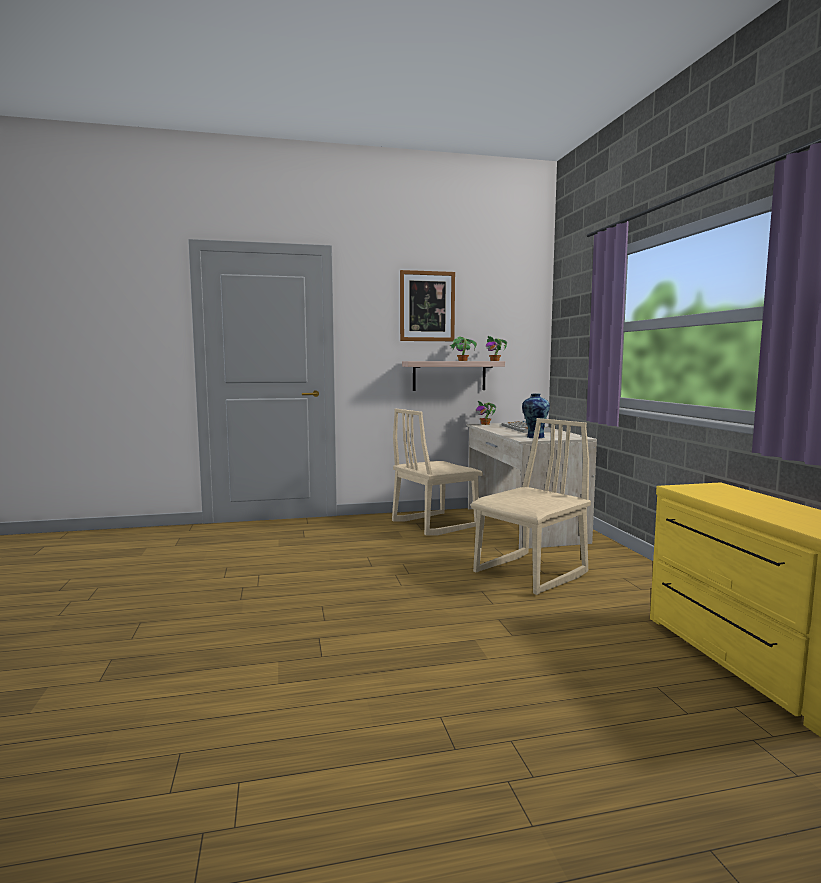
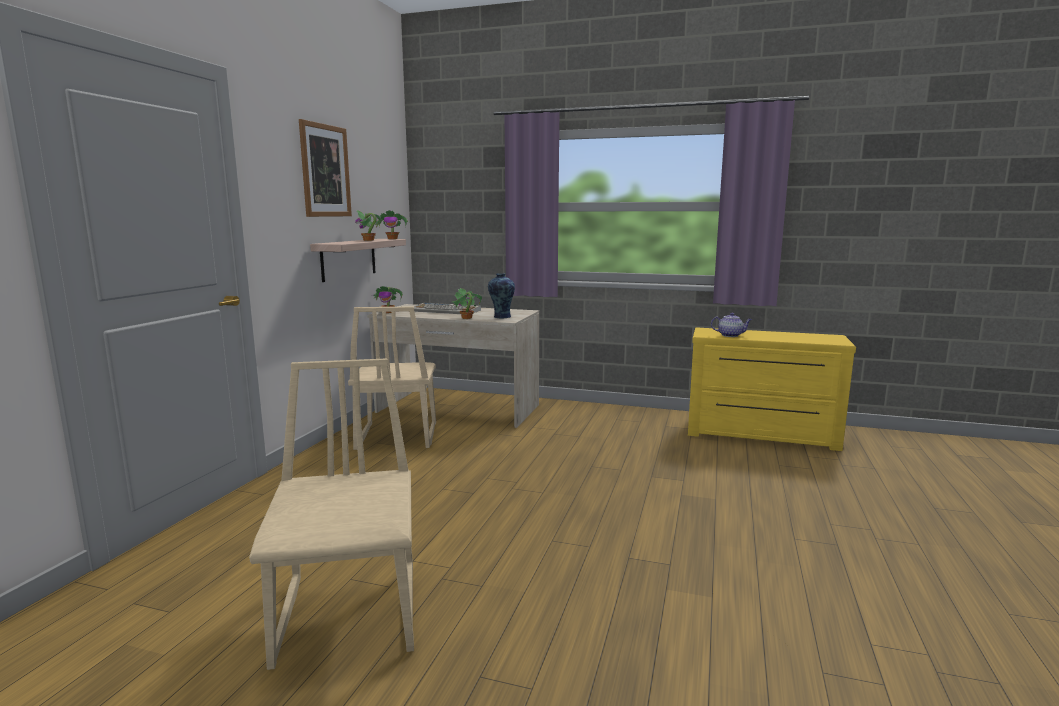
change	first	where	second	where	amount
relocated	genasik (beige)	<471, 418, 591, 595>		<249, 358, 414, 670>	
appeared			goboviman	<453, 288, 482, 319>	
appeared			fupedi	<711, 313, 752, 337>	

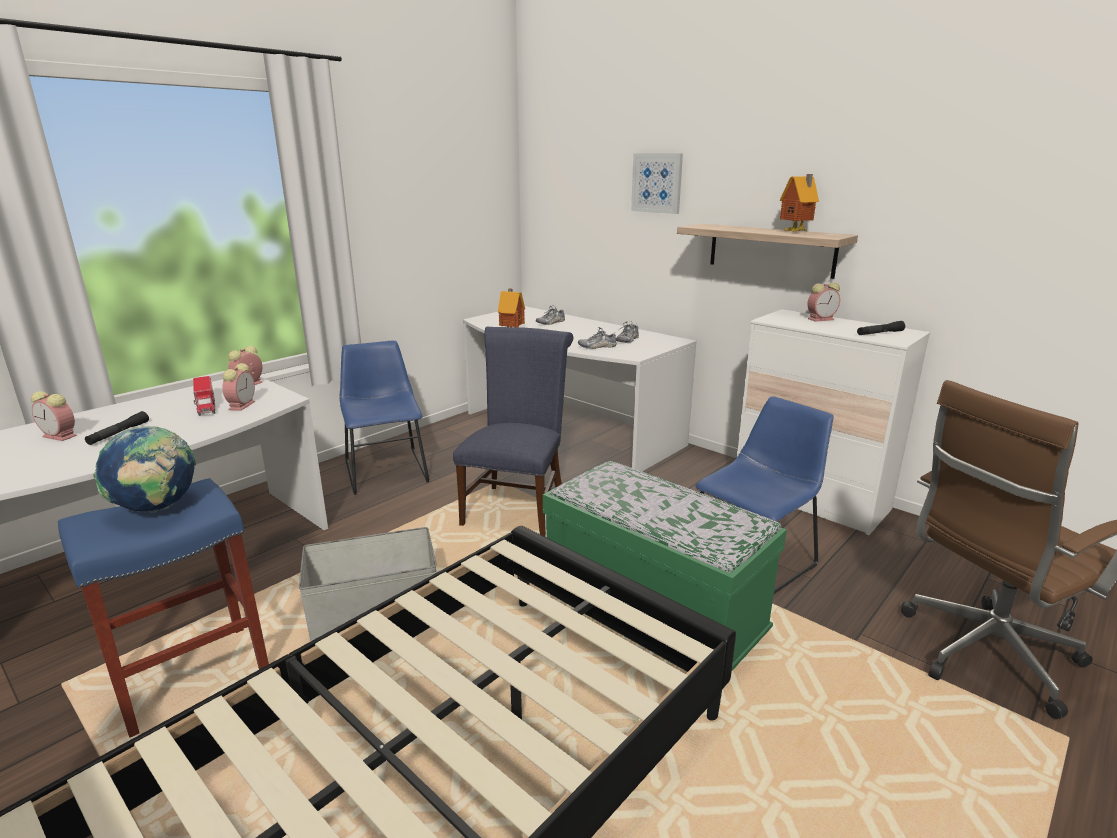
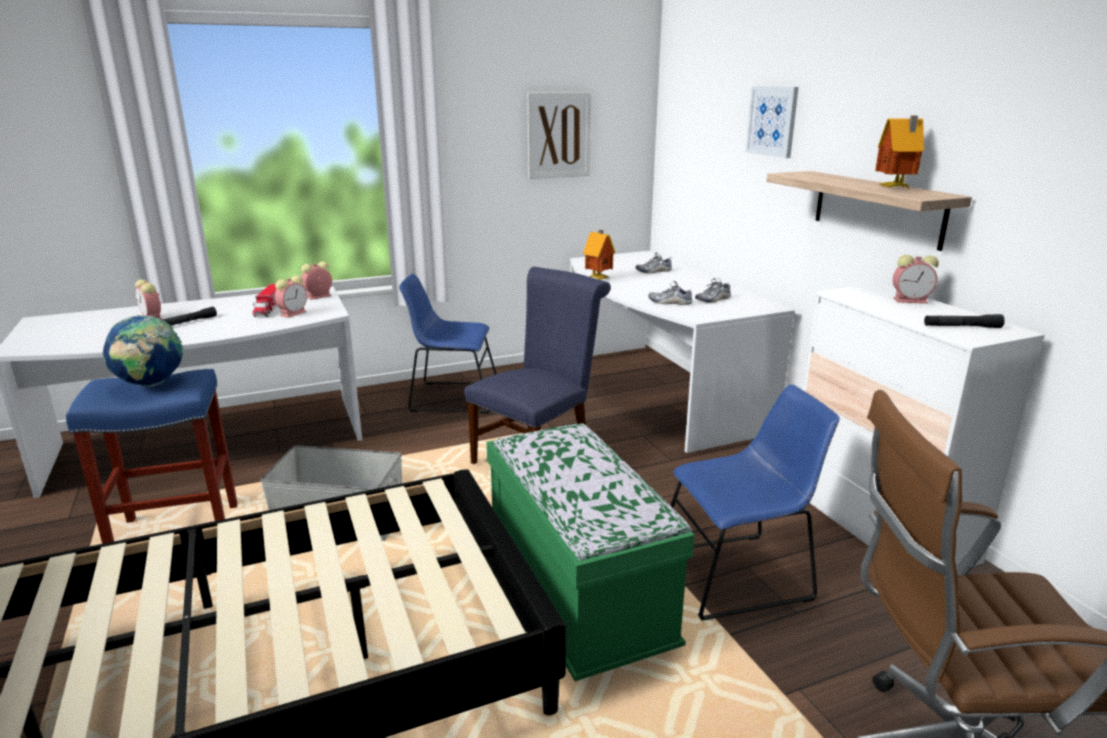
change	first	where	second	where	amount
spun	genasik (blue)	<340, 340, 429, 495>		<399, 274, 496, 414>	90 degrees counterclockwise
appeared			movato	<527, 92, 591, 179>	

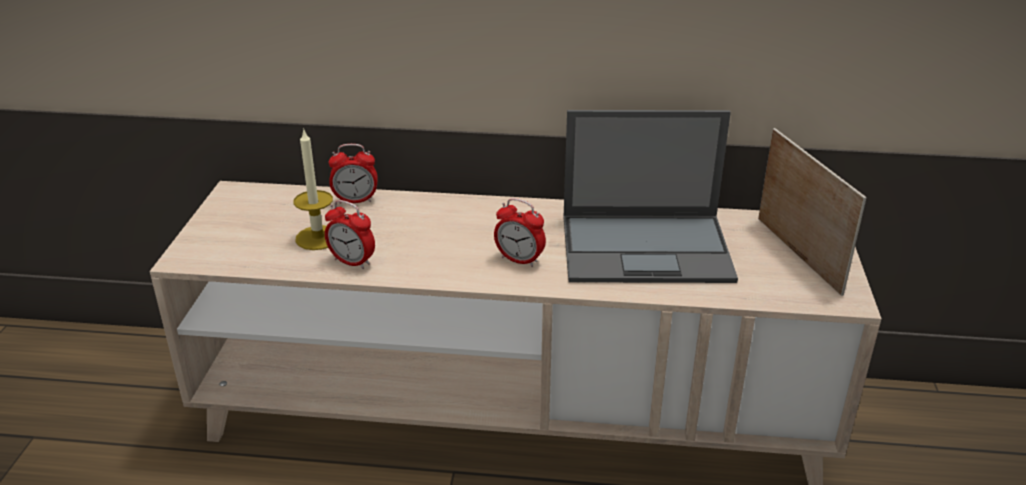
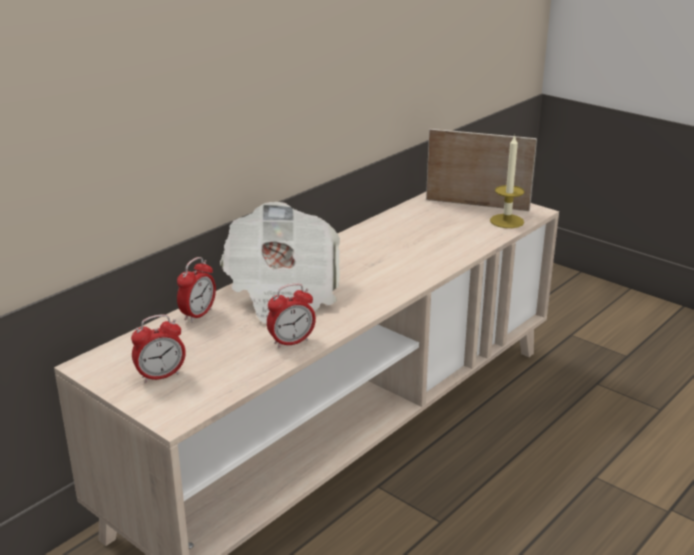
change	first	where	second	where	amount
relocated	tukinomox	<494, 198, 546, 267>		<131, 314, 186, 383>	
appeared			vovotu	<220, 202, 340, 324>	
relocated	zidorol	<293, 128, 333, 250>		<490, 135, 524, 228>	
missing	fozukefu	<563, 110, 738, 283>			

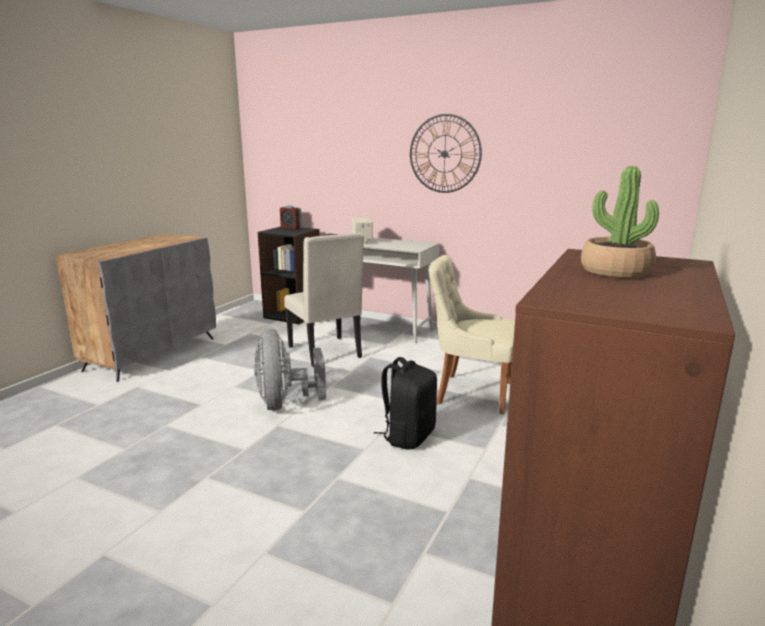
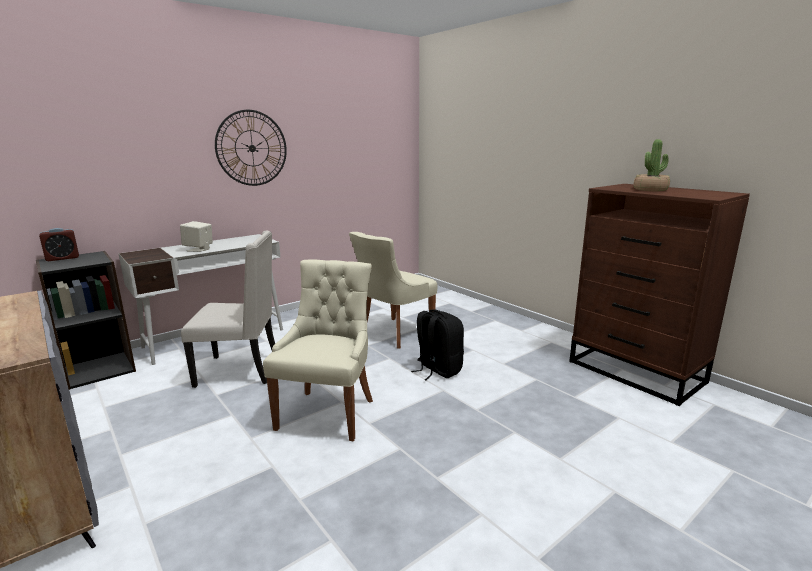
change	first	where	second	where	amount
exchanged	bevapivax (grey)	<254, 329, 326, 410>	genasik (beige)	<263, 260, 373, 441>	

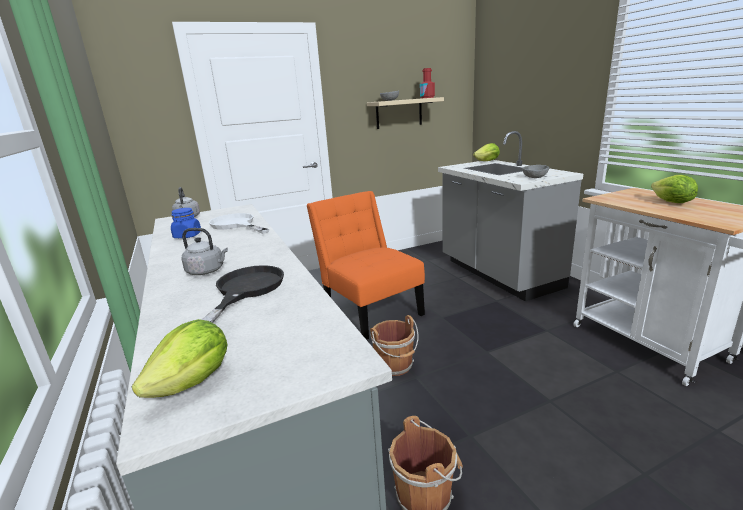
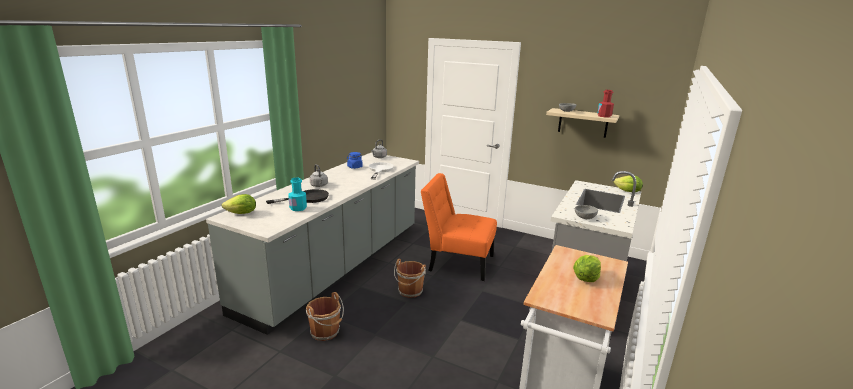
change	first	where	second	where	amount
appeared			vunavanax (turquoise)	<288, 177, 307, 211>	
spun	genasik (orange)	<306, 191, 425, 340>		<421, 173, 497, 281>	90 degrees counterclockwise

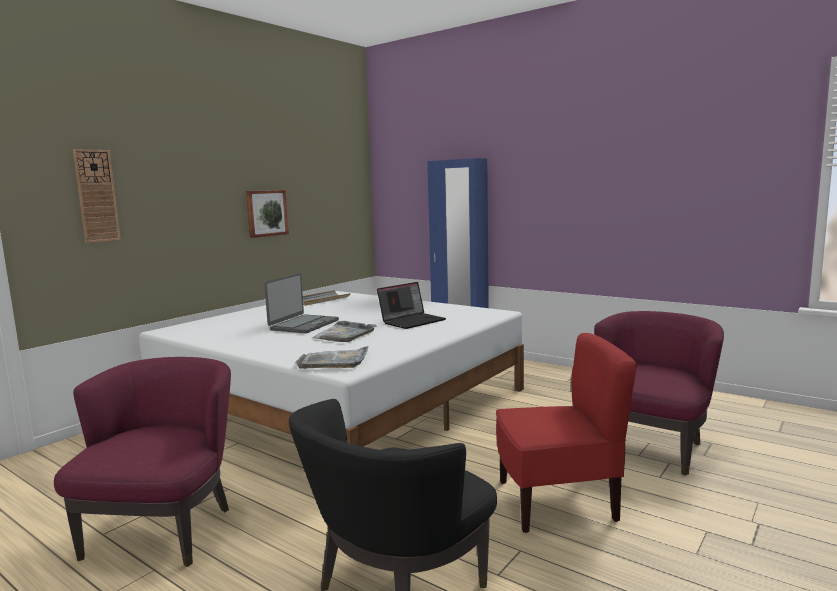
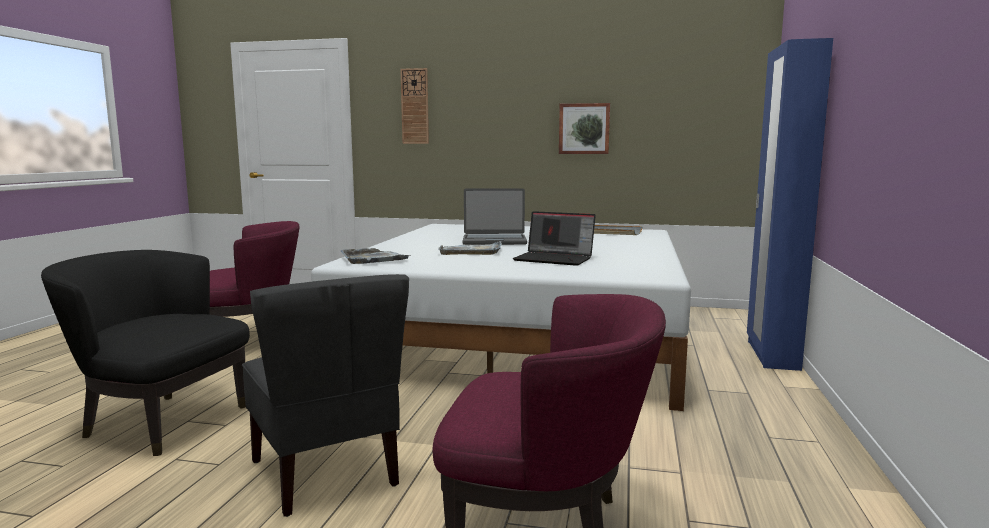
change	first	where	second	where	amount
colour	genasik (red)	<496, 333, 637, 533>	genasik (grey)	<242, 274, 409, 517>	

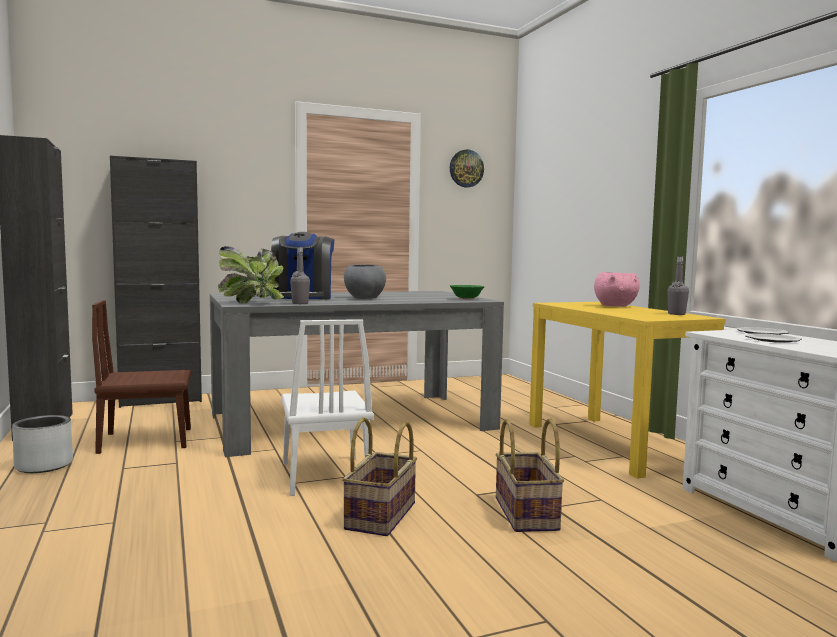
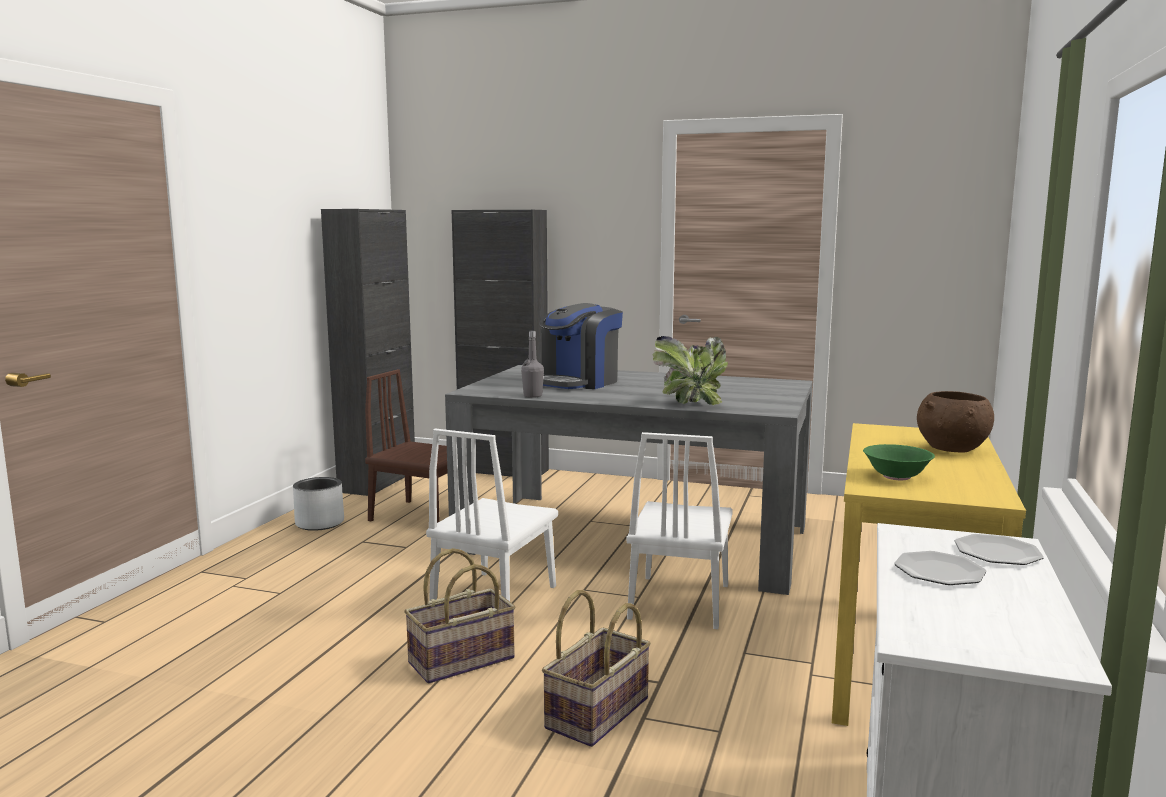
change	first	where	second	where	amount
appeared			genasik (white)	<627, 432, 733, 629>	
relocated	goboviman	<218, 246, 284, 303>		<653, 336, 728, 405>	
relocated	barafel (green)	<450, 285, 485, 300>		<863, 444, 935, 480>	
colour	barafel (pink)	<594, 272, 640, 307>	barafel (brown)	<917, 391, 994, 452>	
missing	barafel (grey)	<344, 264, 386, 299>			
missing	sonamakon	<450, 149, 484, 188>			
missing	vunavanax (grey)	<667, 256, 689, 315>			

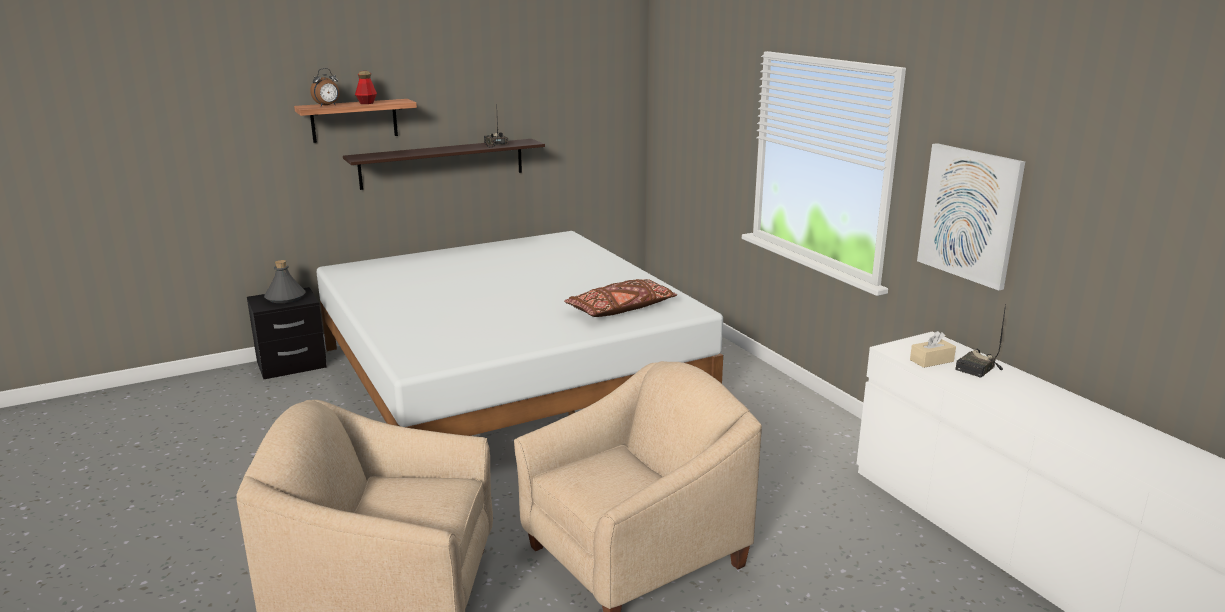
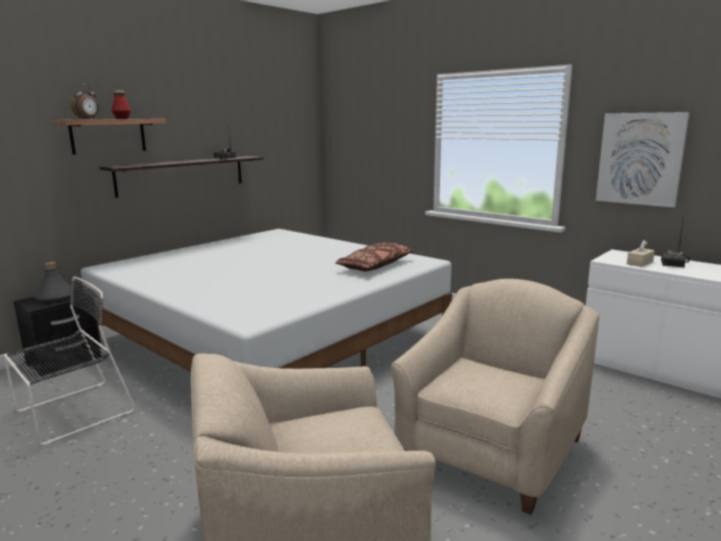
change	first	where	second	where	amount
appeared			genasik (black)	<3, 276, 136, 445>	

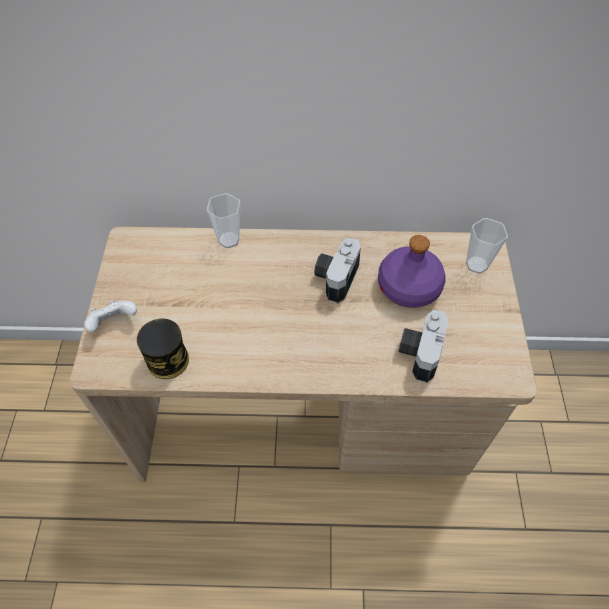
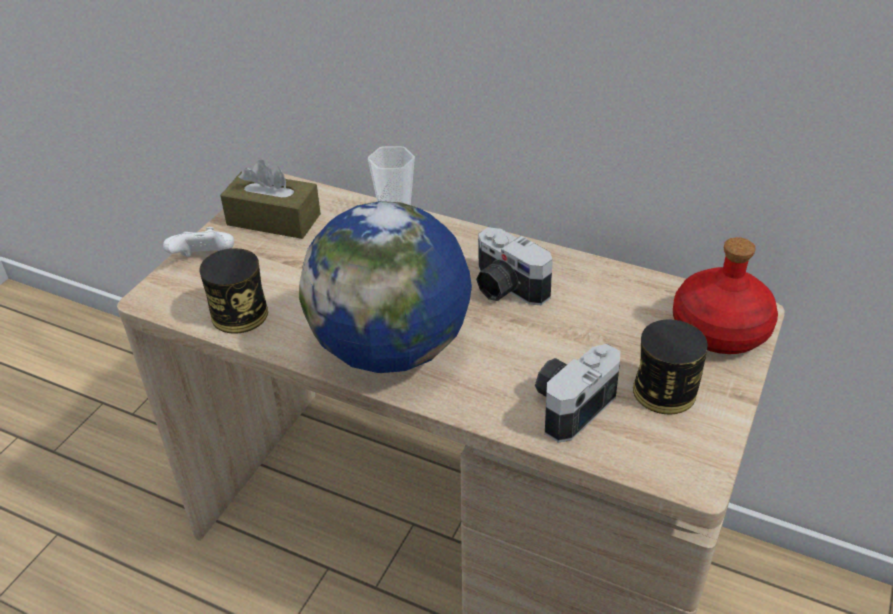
change	first	where	second	where	amount
appeared			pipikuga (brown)	<220, 160, 321, 239>	
appeared			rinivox	<299, 201, 472, 373>	
spun	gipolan	<314, 237, 361, 303>		<476, 227, 553, 305>	90 degrees counterclockwise
appeared			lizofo	<633, 319, 708, 415>	
exchanged	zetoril	<466, 218, 508, 274>	vunavanax (red)	<673, 237, 778, 354>	
missing	vunavanax (purple)	<378, 235, 446, 308>			

